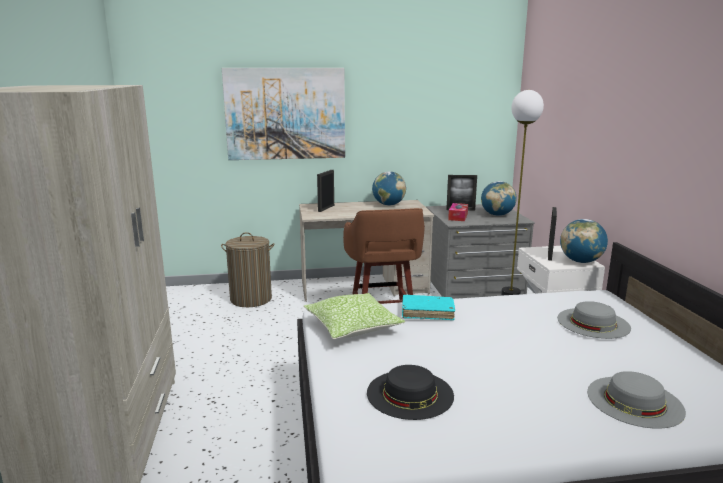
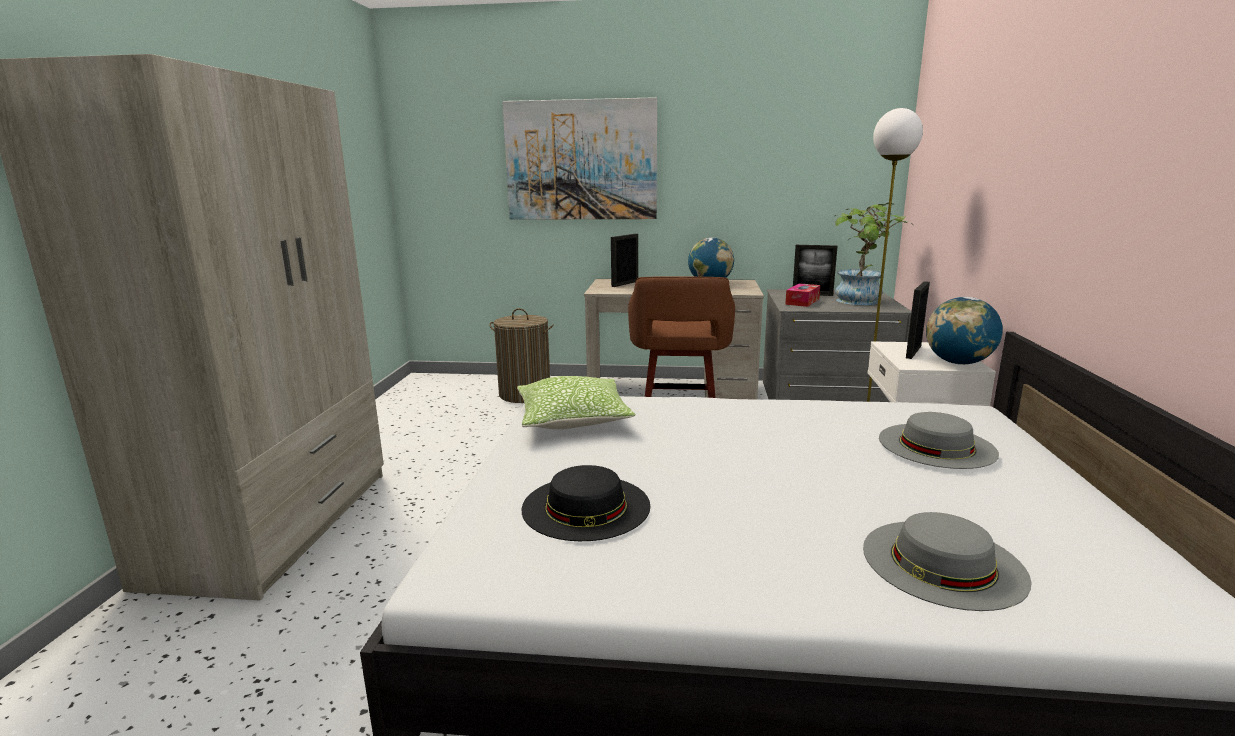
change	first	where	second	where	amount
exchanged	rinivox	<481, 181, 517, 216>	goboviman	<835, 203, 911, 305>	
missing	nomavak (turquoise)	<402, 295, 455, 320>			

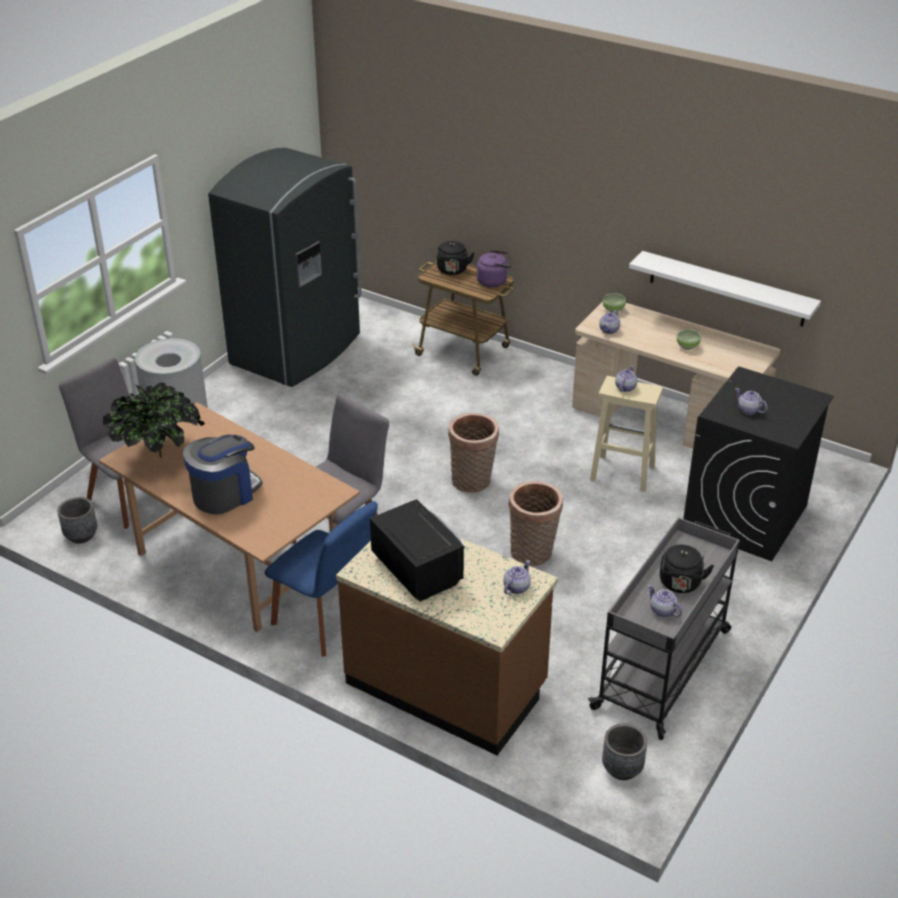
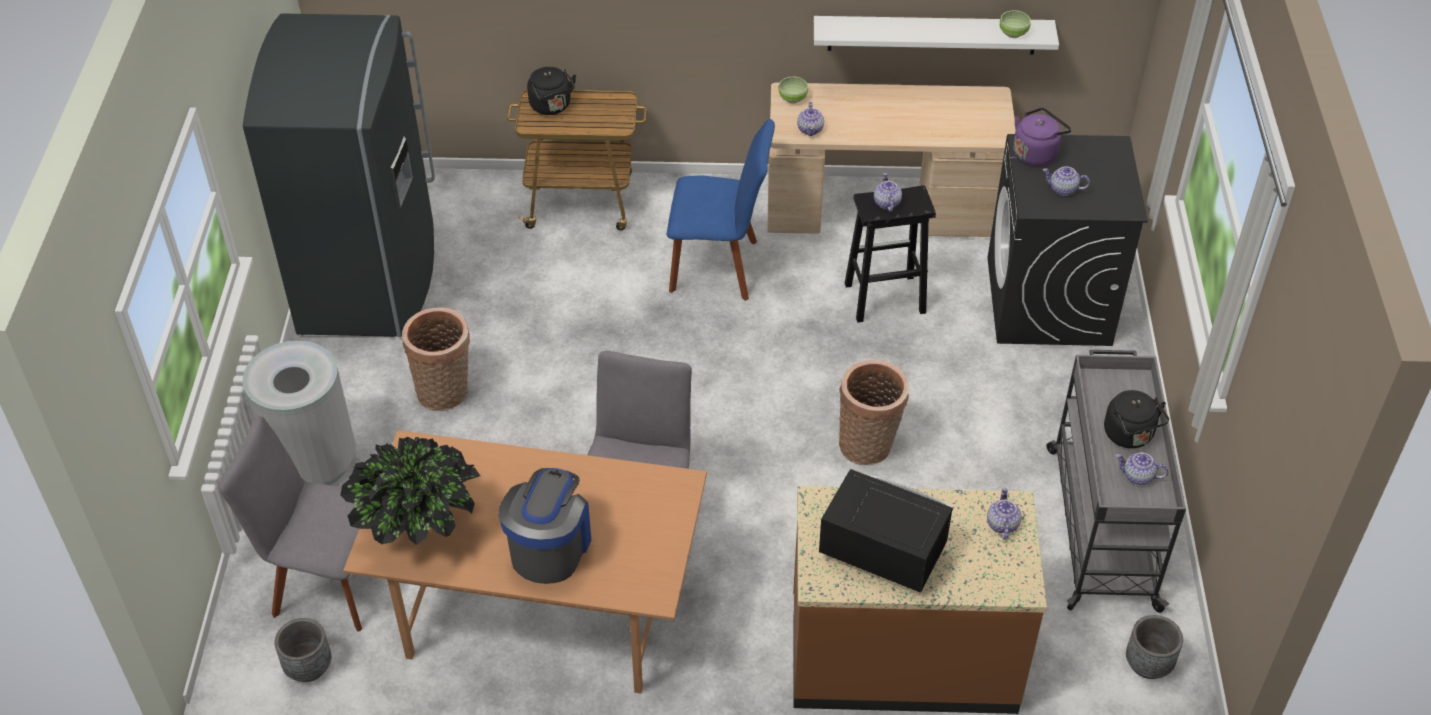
change	first	where	second	where	amount
relocated	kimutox	<448, 413, 499, 493>		<402, 307, 470, 411>	
relocated	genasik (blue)	<264, 501, 378, 657>		<667, 119, 775, 301>	
colour	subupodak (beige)	<590, 376, 663, 492>	subupodak (black)	<845, 185, 936, 323>	
relocated	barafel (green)	<677, 329, 701, 350>		<1000, 10, 1030, 38>	
relocated	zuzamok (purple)	<476, 250, 512, 287>		<1013, 107, 1071, 166>	

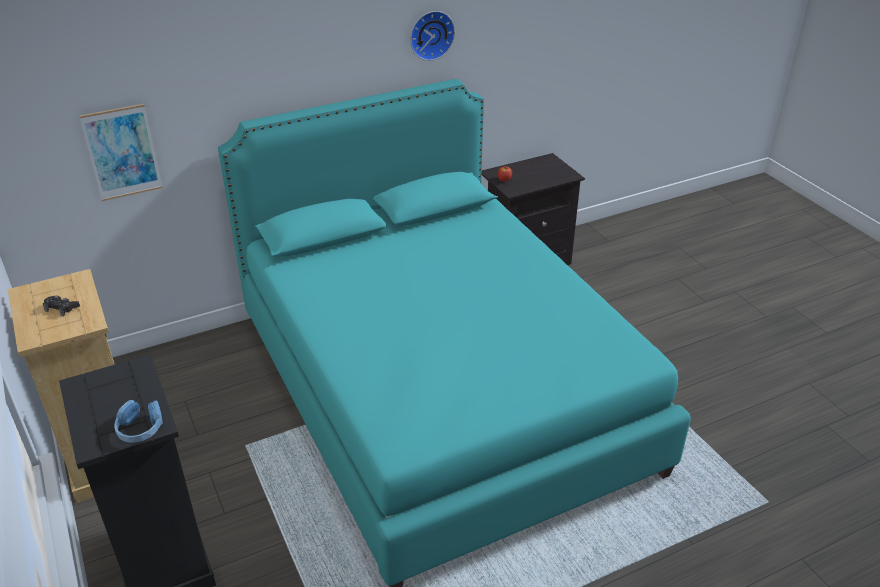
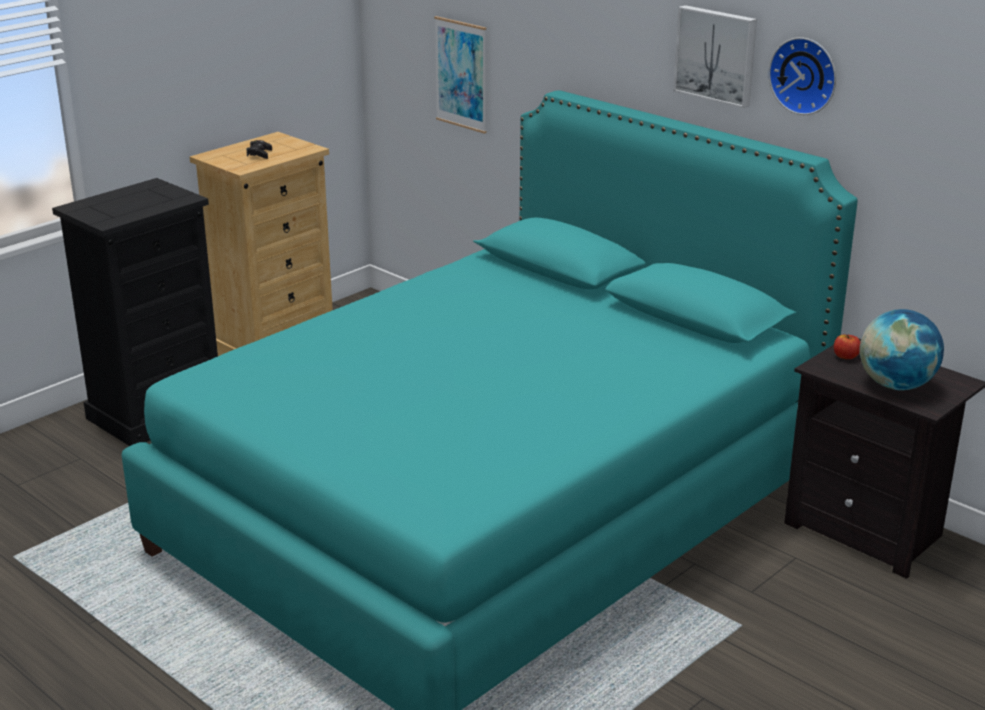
change	first	where	second	where	amount
appeared			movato	<673, 5, 757, 108>	
appeared			rinivox	<859, 309, 944, 390>	
missing	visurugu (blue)	<114, 400, 163, 443>			

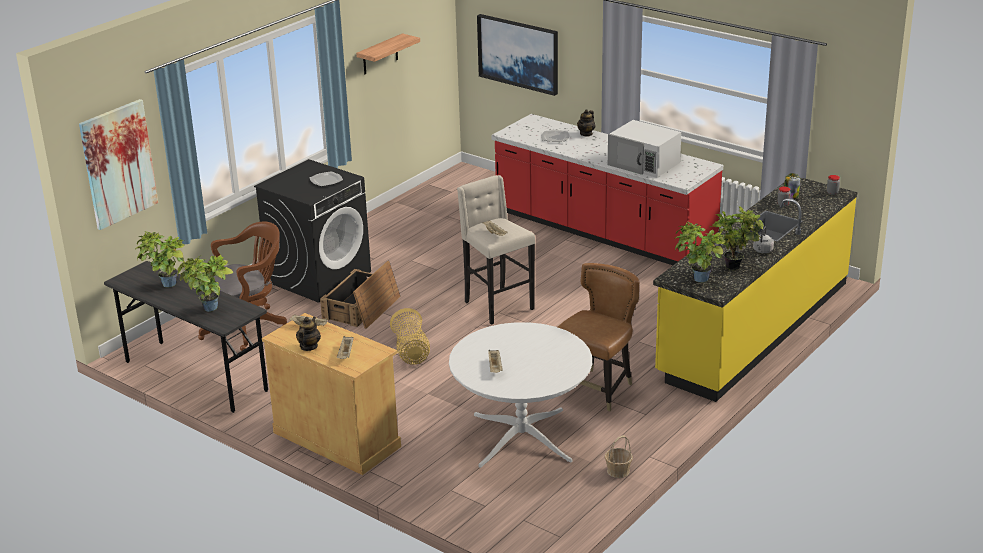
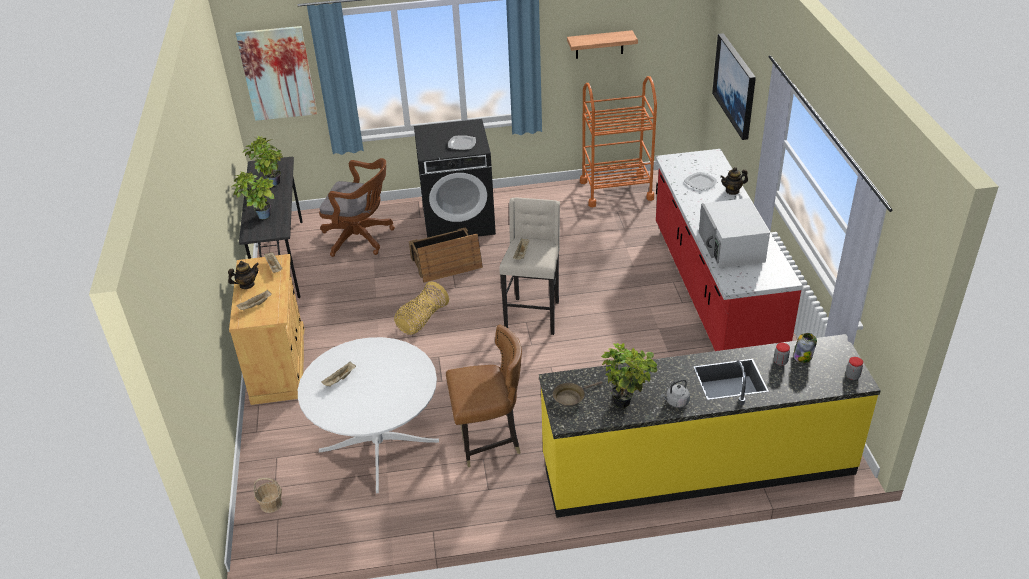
change	first	where	second	where	amount
relocated	kimutox	<605, 436, 633, 478>		<253, 478, 282, 513>	
exchanged	goboviman	<675, 222, 726, 283>	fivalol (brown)	<553, 381, 603, 407>	
appeared			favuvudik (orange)	<580, 76, 657, 207>	

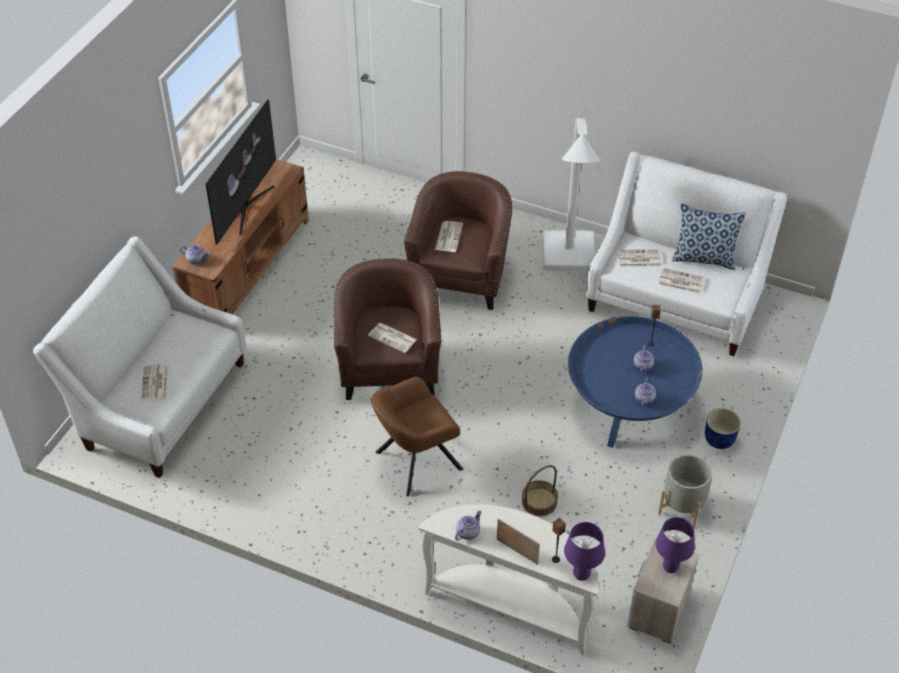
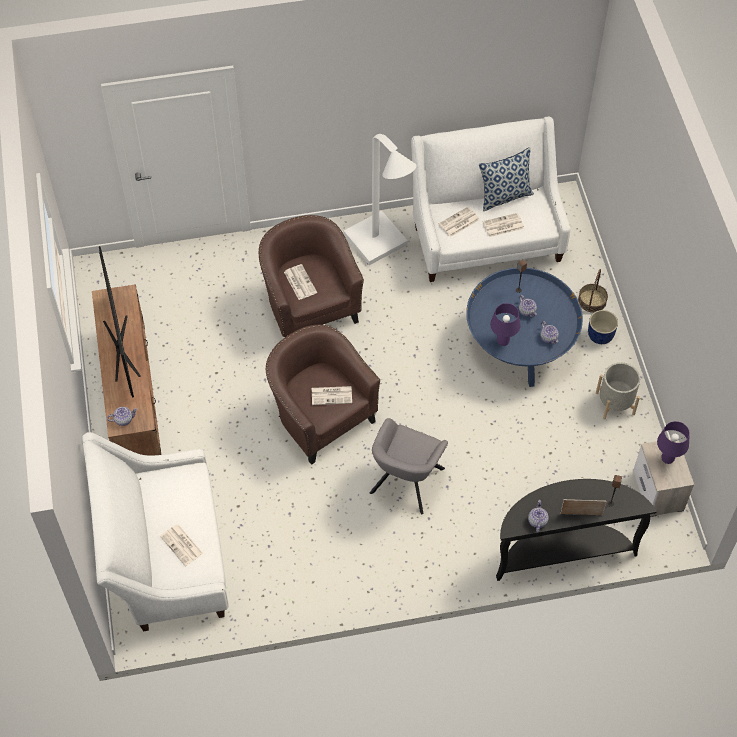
change	first	where	second	where	amount
colour	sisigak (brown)	<371, 377, 464, 497>	sisigak (grey)	<370, 418, 448, 514>	
relocated	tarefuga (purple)	<564, 522, 605, 581>		<490, 303, 520, 346>	
colour	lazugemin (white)	<419, 504, 599, 656>	lazugemin (black)	<496, 479, 656, 581>	
relocated	kimutox	<522, 465, 558, 516>		<578, 269, 608, 313>	

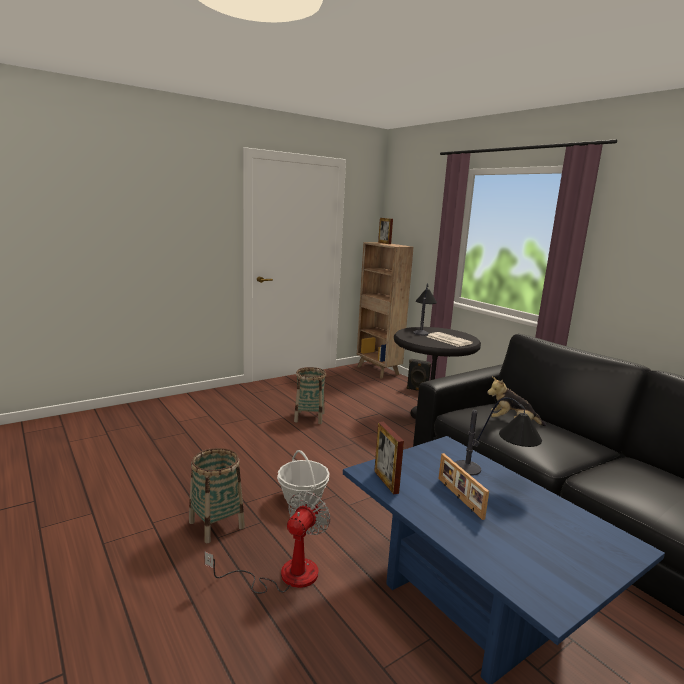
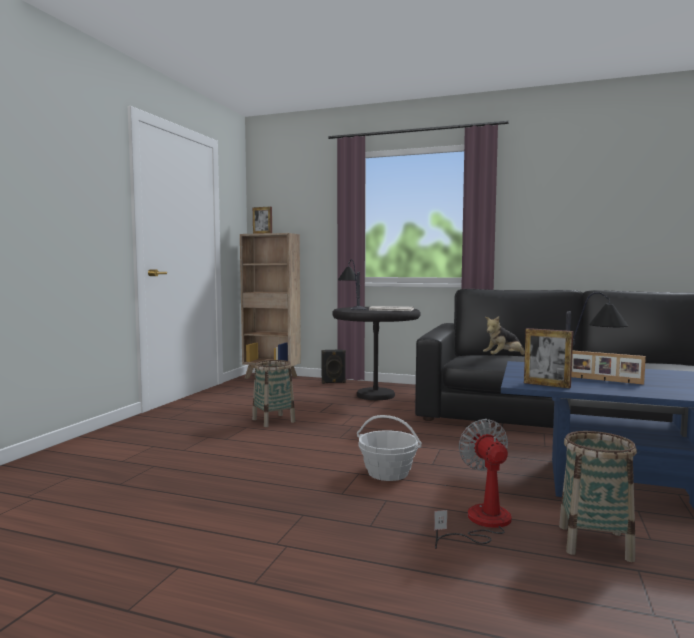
change	first	where	second	where	amount
relocated	kimutox	<189, 448, 245, 544>		<559, 431, 637, 562>	

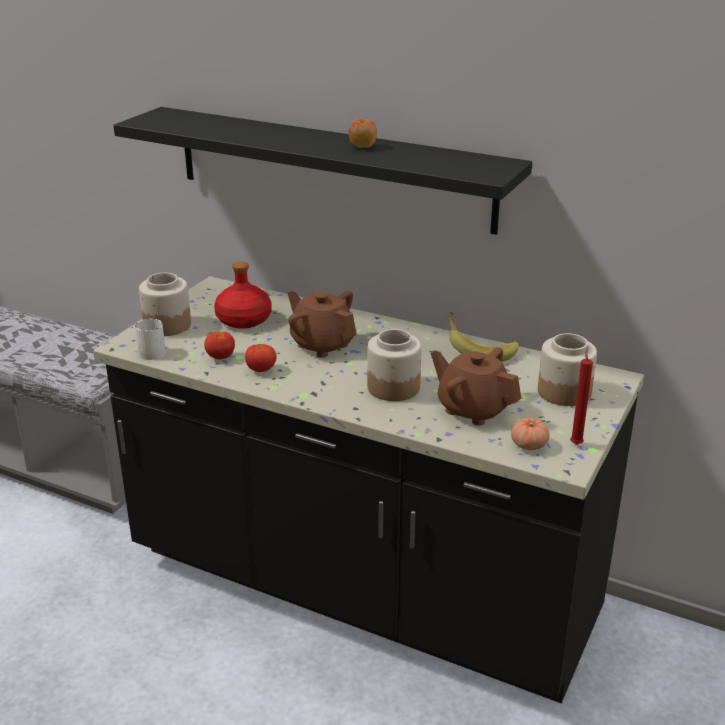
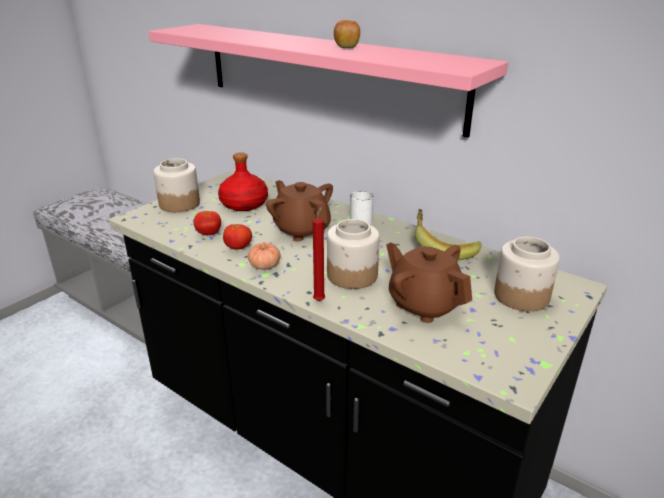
change	first	where	second	where	amount
colour	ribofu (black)	<113, 107, 532, 235>	ribofu (pink)	<148, 24, 508, 138>	
relocated	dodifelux	<511, 418, 550, 450>		<248, 243, 280, 270>	
relocated	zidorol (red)	<570, 346, 593, 445>		<313, 206, 325, 301>	
relocated	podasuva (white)	<135, 319, 166, 360>		<350, 191, 374, 224>	

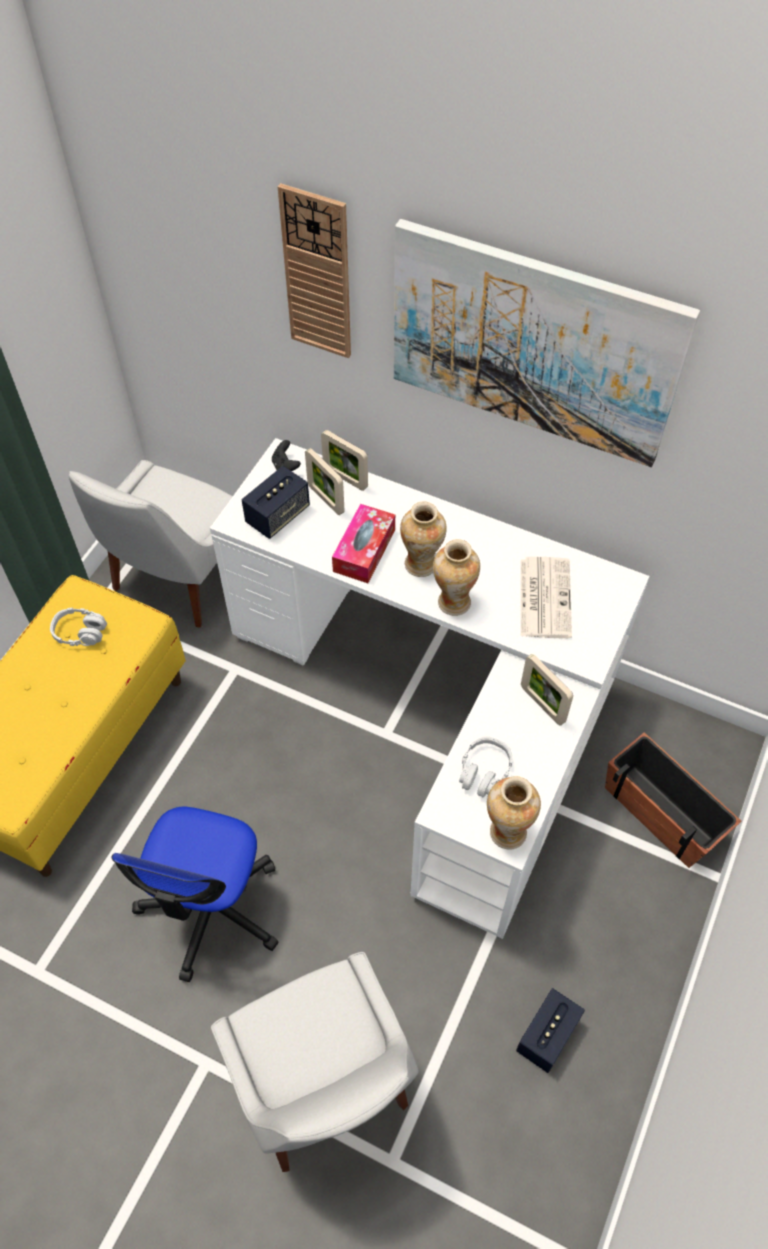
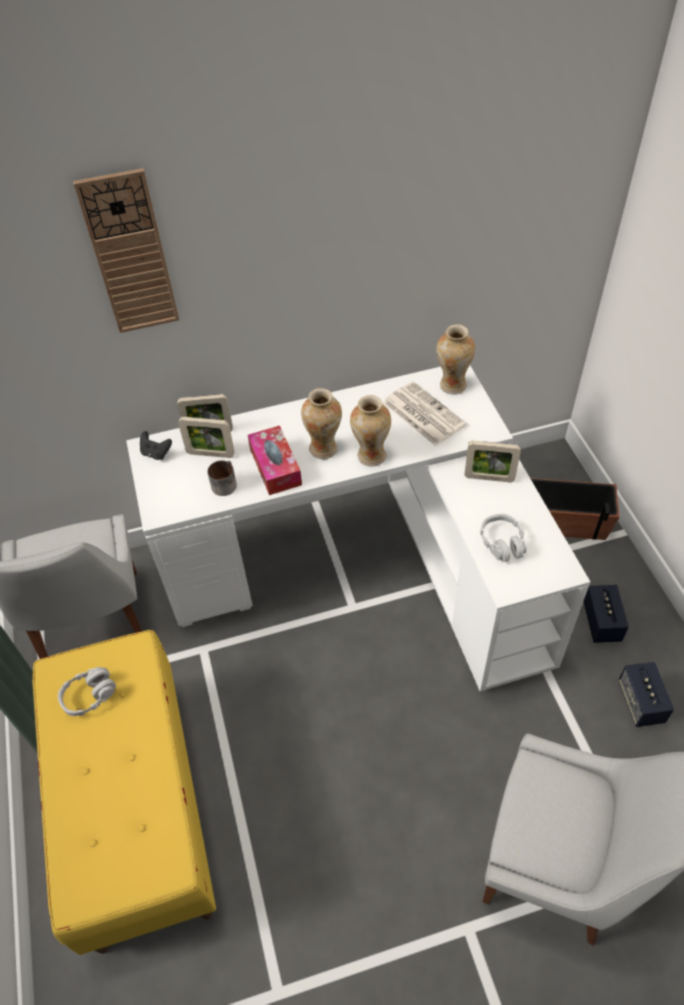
change	first	where	second	where	amount
appeared			podasuva	<207, 460, 237, 496>	
relocated	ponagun	<487, 776, 541, 849>		<436, 324, 475, 394>	
relocated	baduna	<242, 466, 310, 539>		<583, 585, 629, 643>	
missing	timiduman	<111, 806, 278, 982>			
missing	movato	<394, 219, 700, 467>			

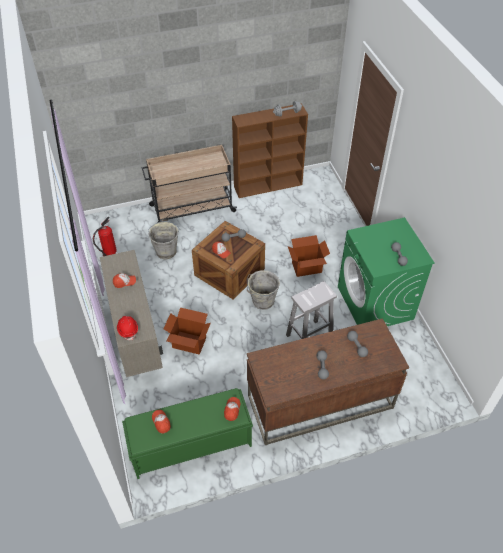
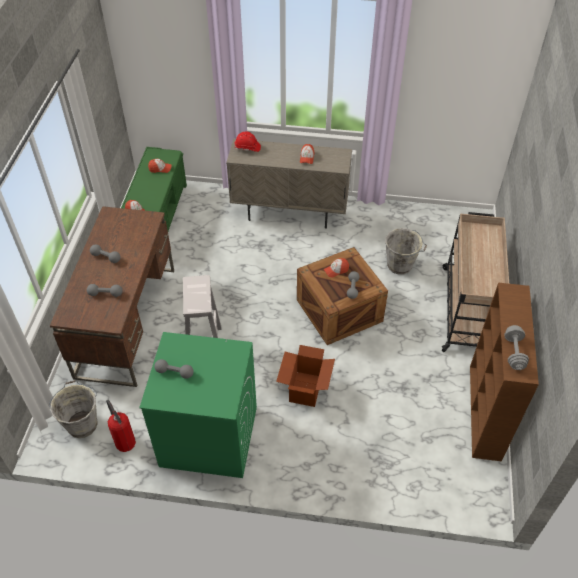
change	first	where	second	where	amount
relocated	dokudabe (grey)	<247, 270, 280, 310>		<48, 380, 98, 438>	
relocated	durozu	<92, 217, 117, 256>		<106, 400, 136, 452>	
missing	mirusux	<163, 307, 211, 354>			

